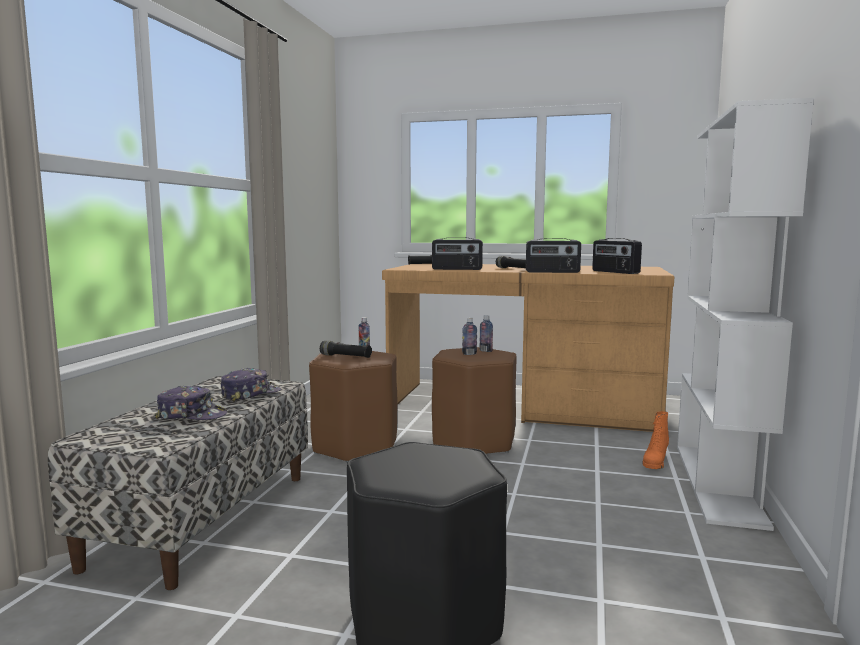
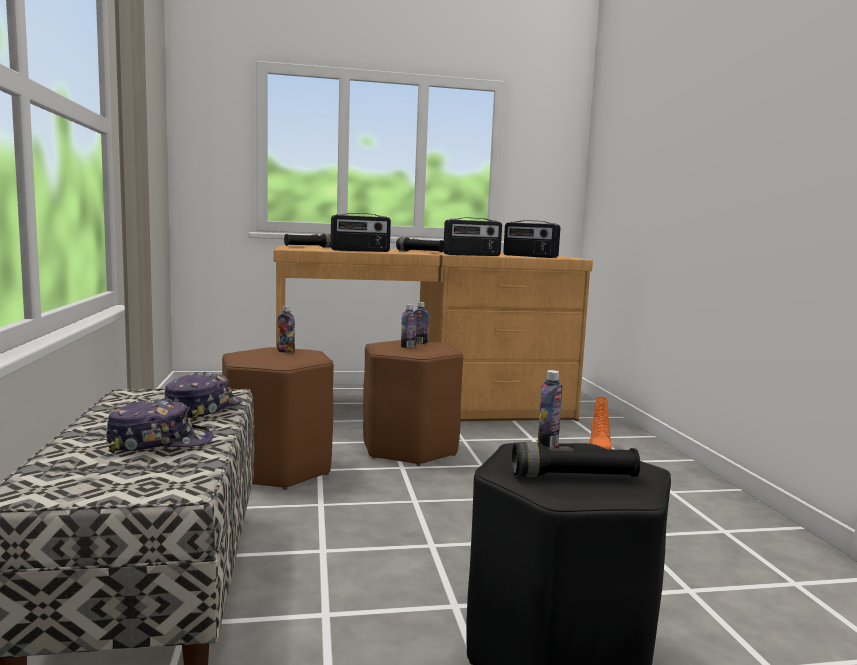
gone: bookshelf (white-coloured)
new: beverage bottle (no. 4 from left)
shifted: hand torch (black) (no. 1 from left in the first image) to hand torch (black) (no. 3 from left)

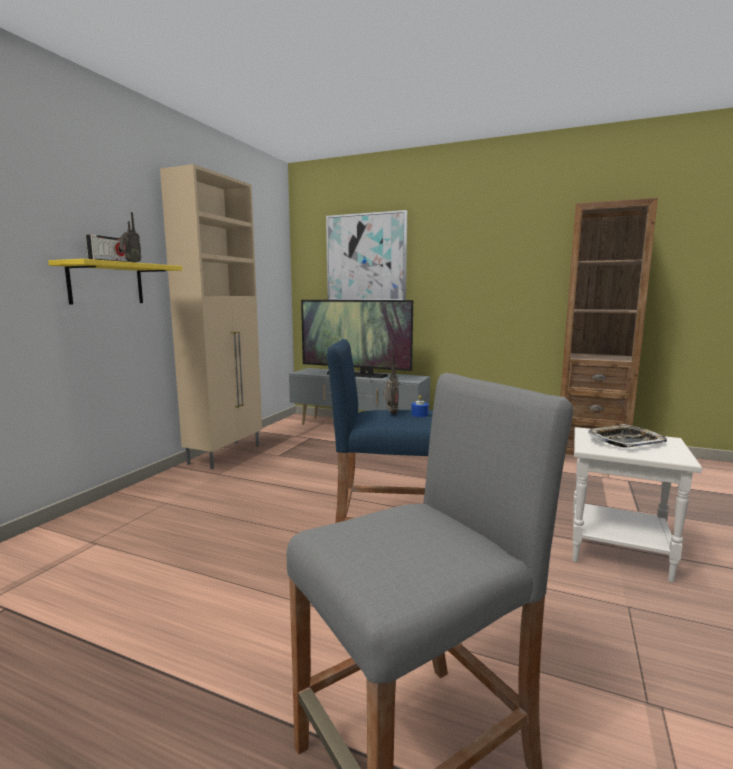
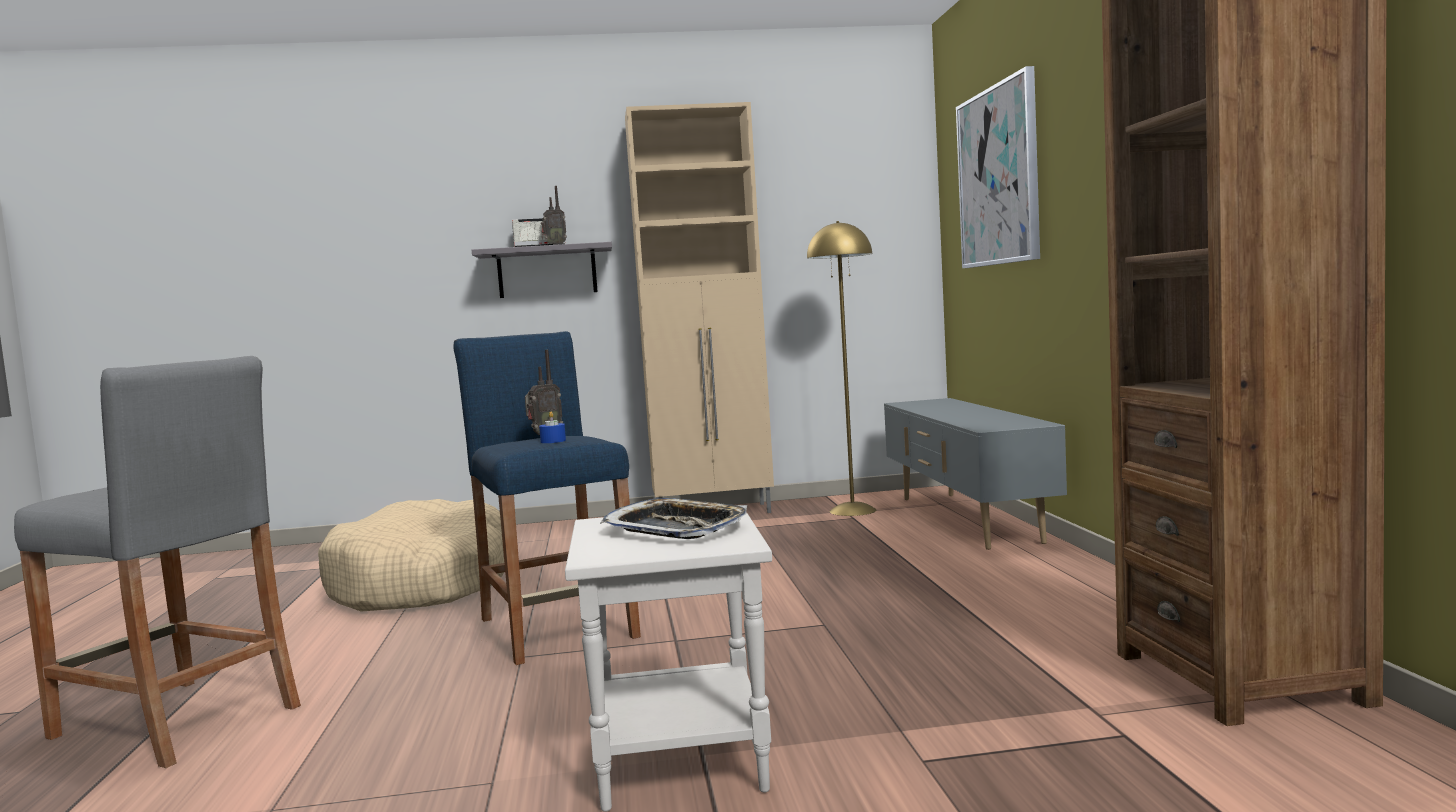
gone: TV
new: dog bed (beige-coloured); standard lamp (yellow)
repainted: bracket shelf (yellow) to bracket shelf (gray)

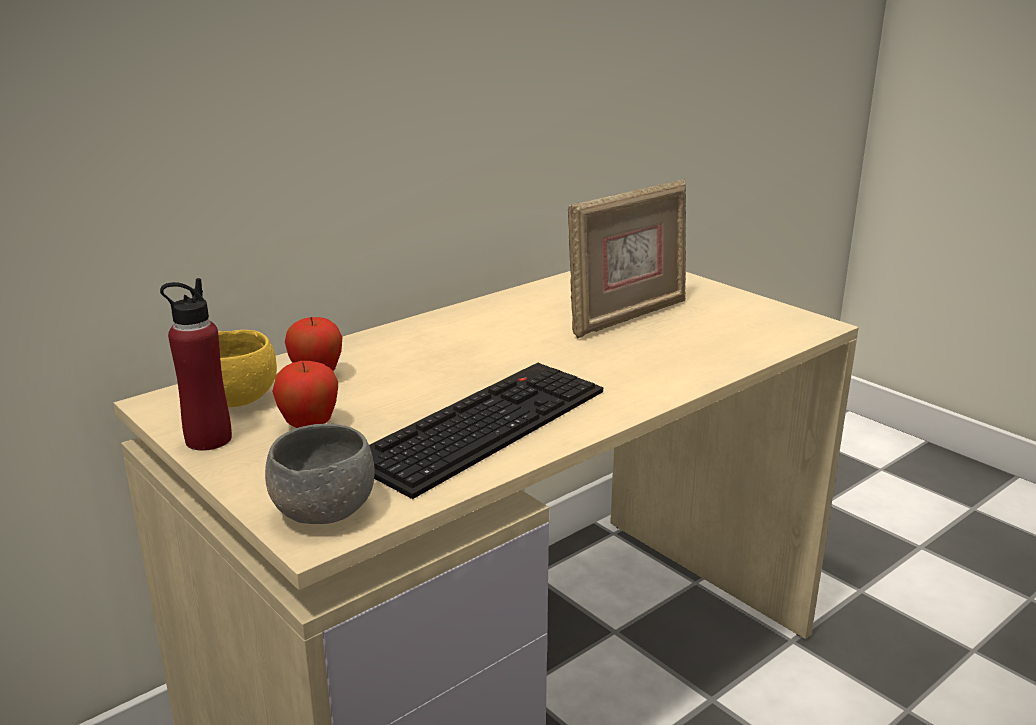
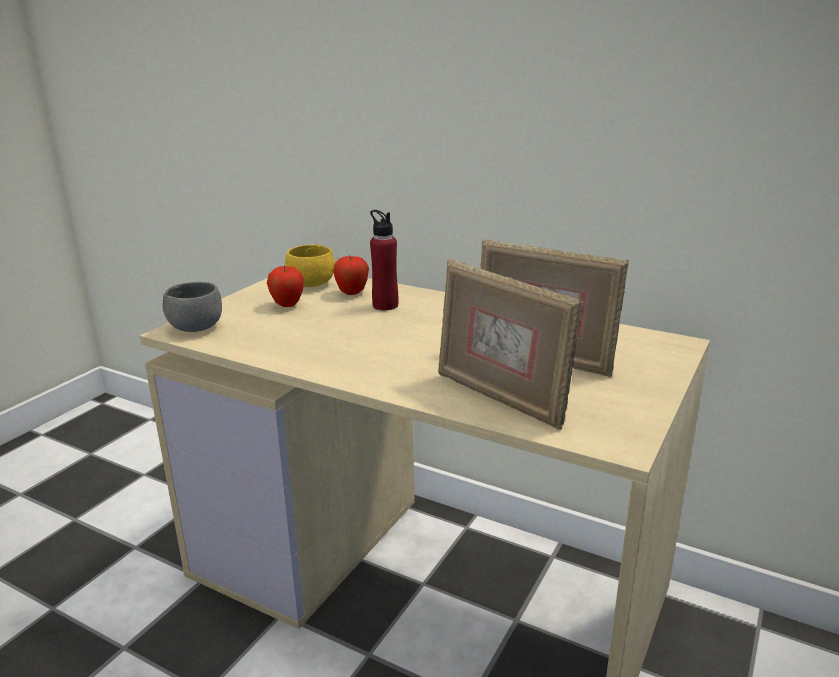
gone: PC keyboard
new: standing frame (no. 1 from left)
shifted: beverage bottle (red)

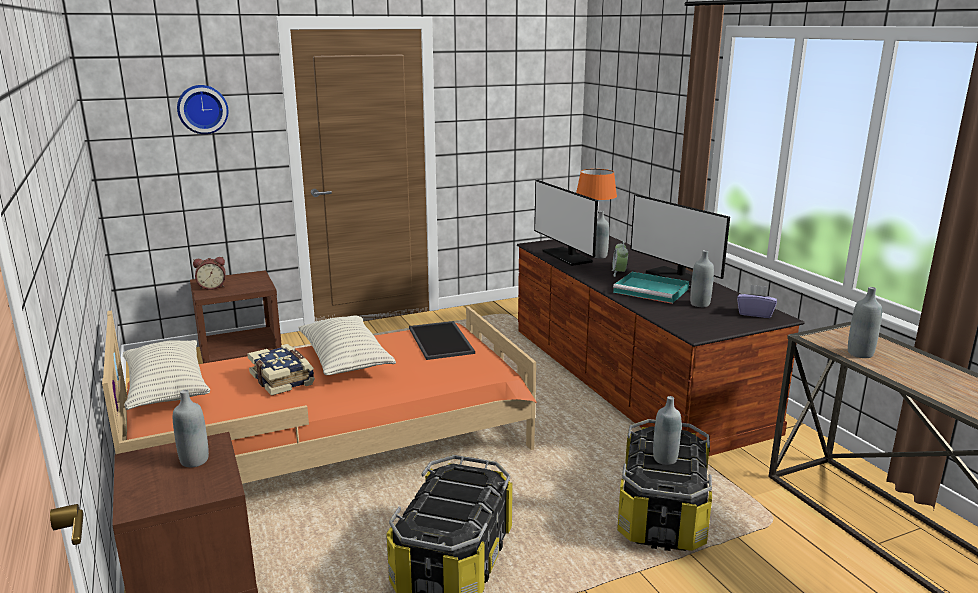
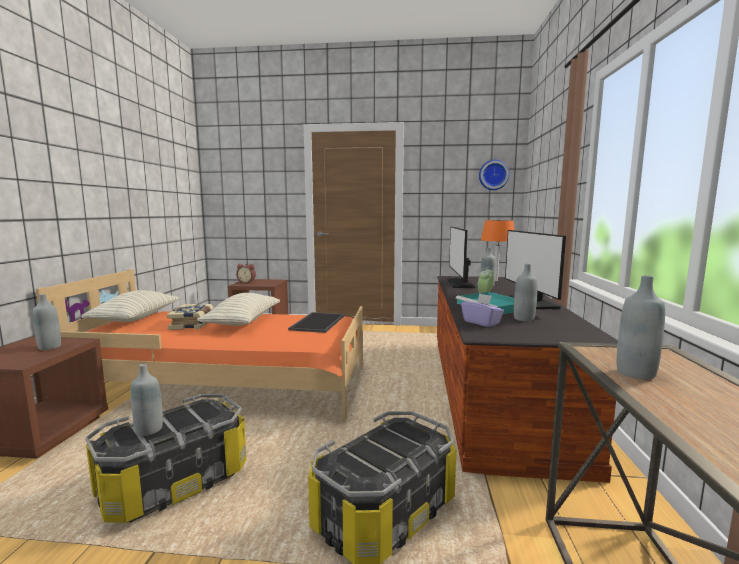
shifted: hanging clock; beverage bottle (gray) (no. 3 from left in the first image) to beverage bottle (gray) (no. 2 from left); box of tissues (purplish)

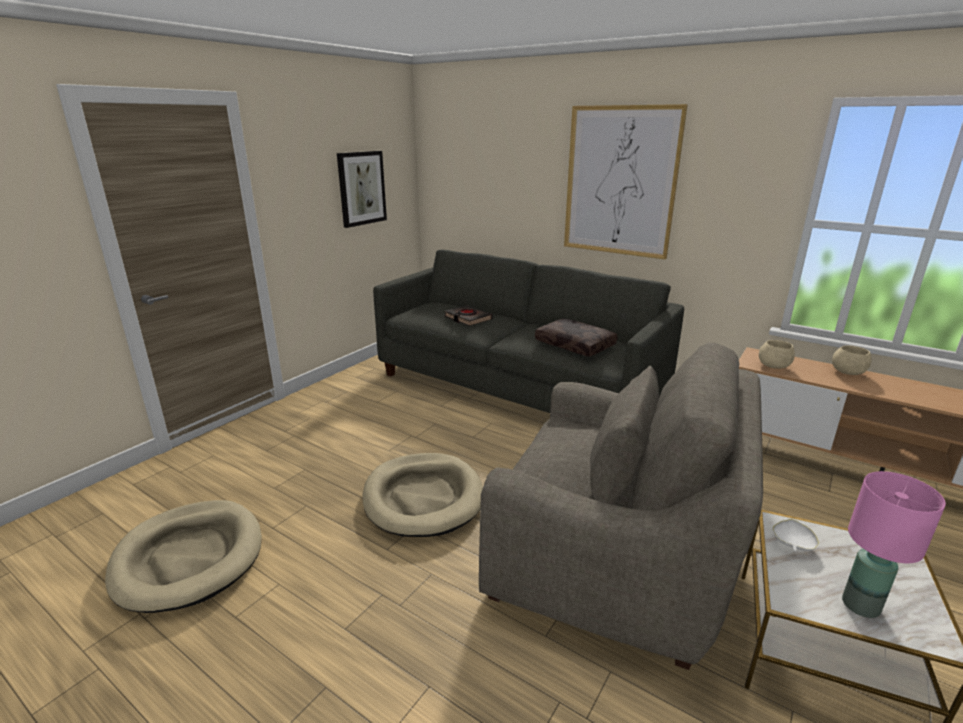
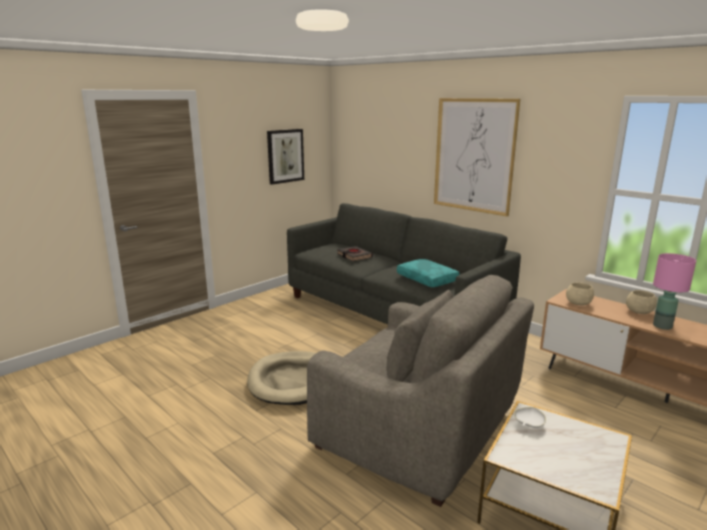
gone: dog bed (beige-coloured) (no. 1 from left)
shifted: table lamp (pink)
repainted: pillow (brown-coloured) to pillow (turquoise)

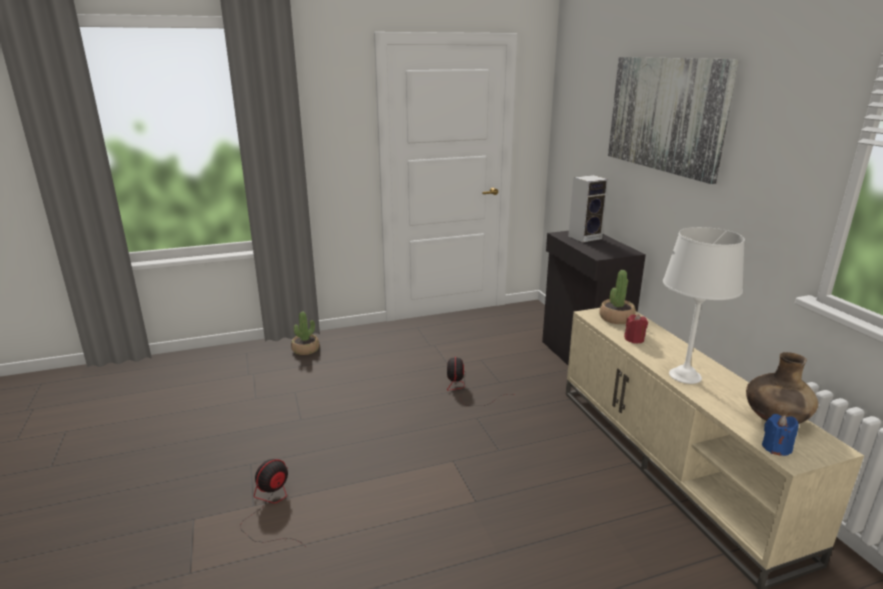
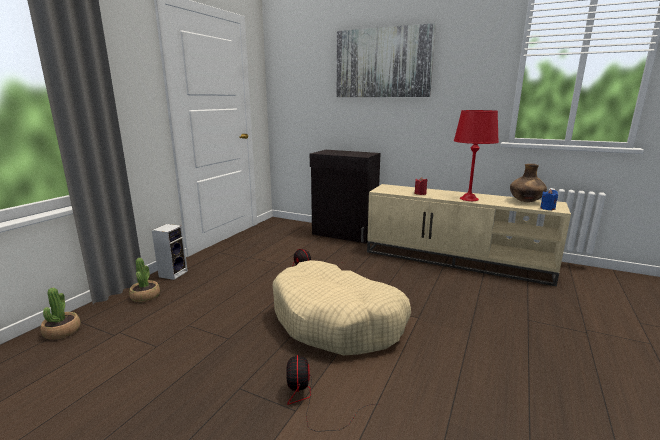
new: dog bed (beige-coloured)
shifted: audio speaker; houseplant (no. 2 from left in the first image) to houseplant (no. 1 from left)
repainted: table lamp (white-coloured) to table lamp (red)

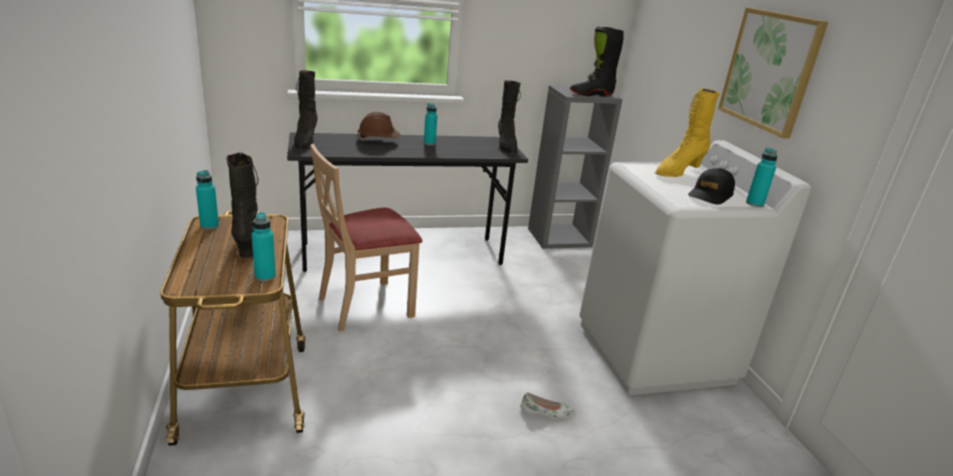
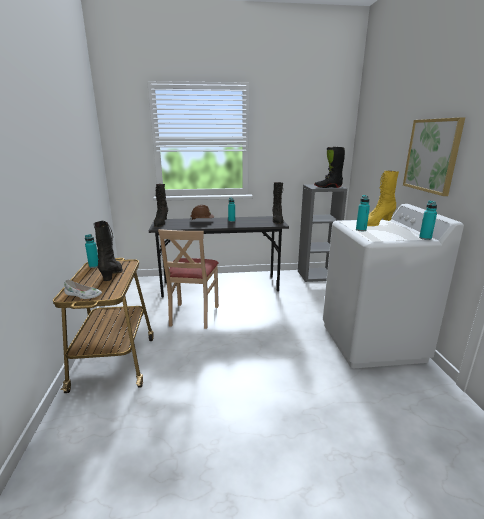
gone: peaked cap (black)
shifted: beverage bottle (turquoise) (no. 2 from left in the first image) to beverage bottle (turquoise) (no. 3 from left); item of footwear (white-coloured)
rotated: chair (beige-coloured) 60 degrees counterclockwise

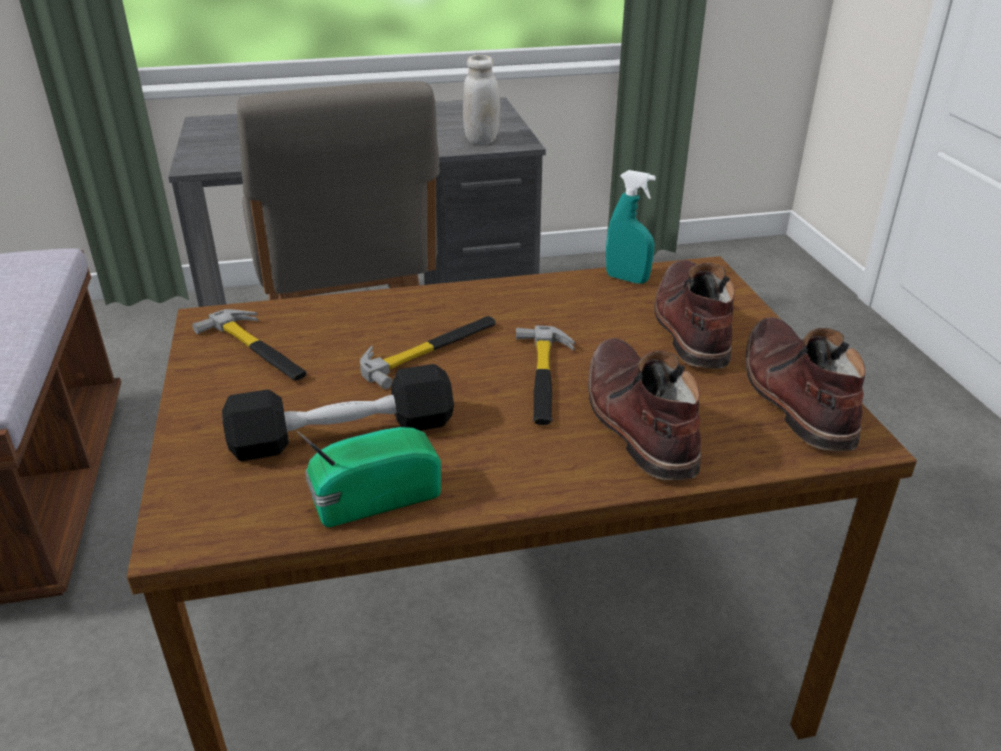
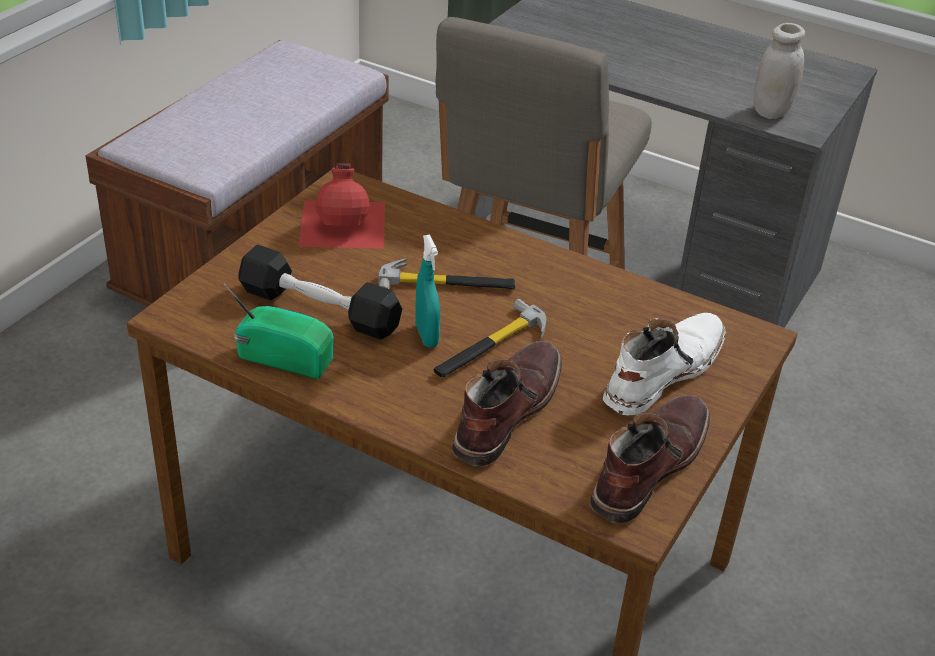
shifted: sprayer (turquoise)
swapped: hand hammer (no. 1 from left) to beverage bottle (red)
repainted: high-top boot (brown-coloured) (no. 2 from left) to high-top boot (white-coloured)

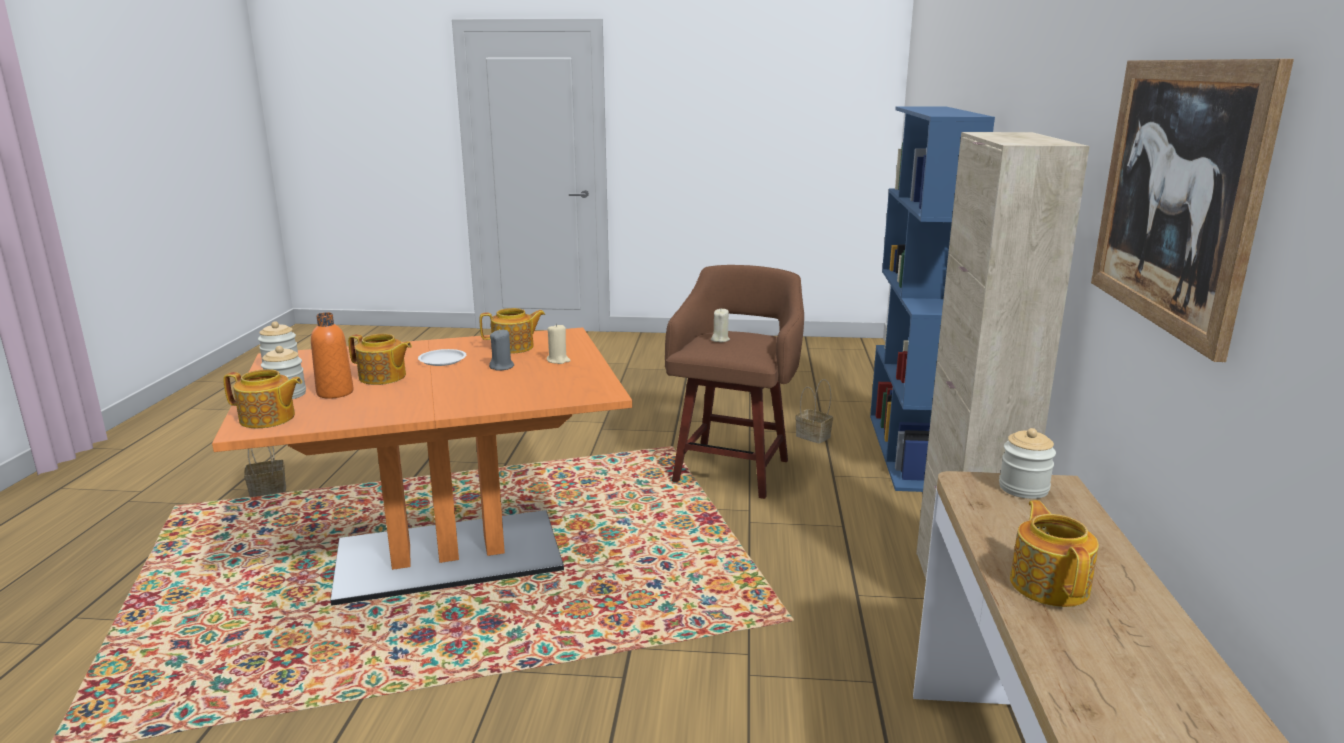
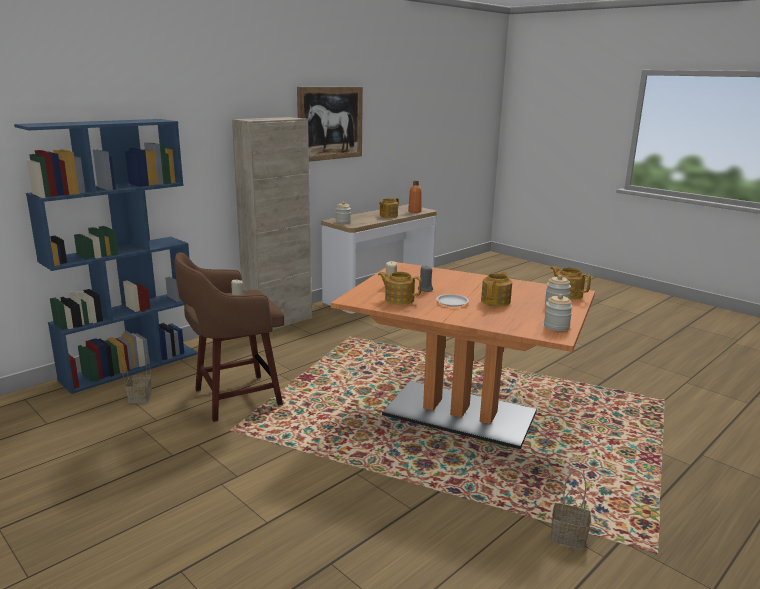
shifted: beverage bottle (orangey)
rotated: teapot (no. 2 from left in the first image) 60 degrees clockwise

